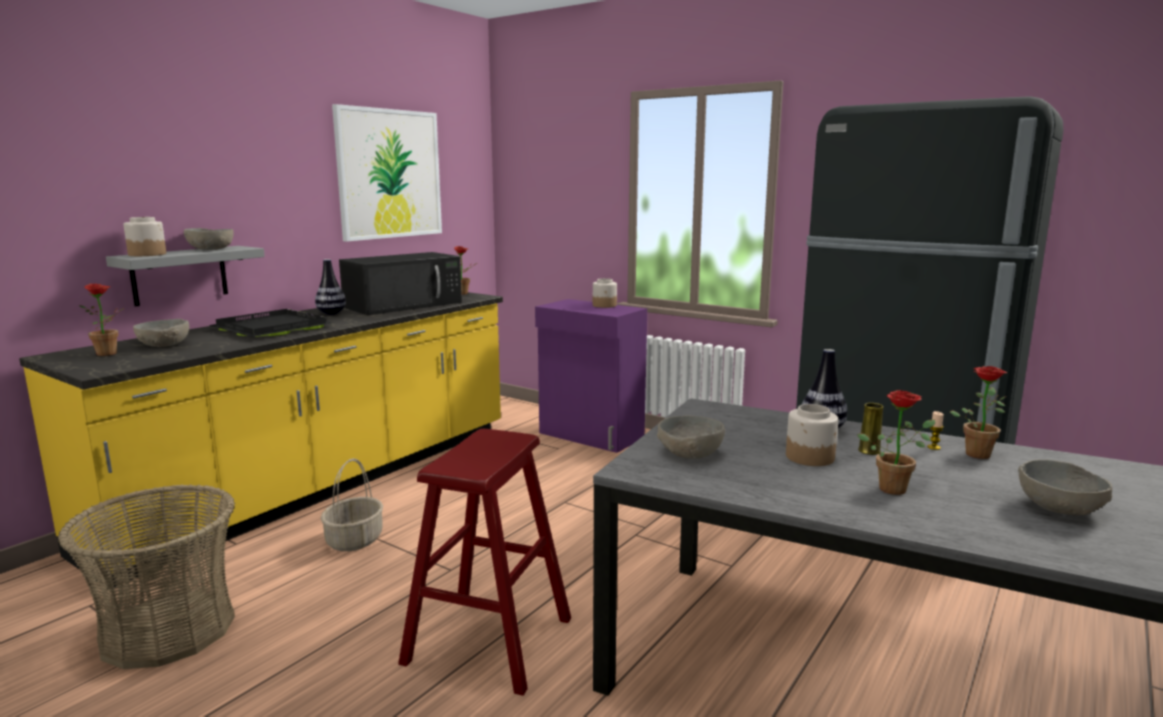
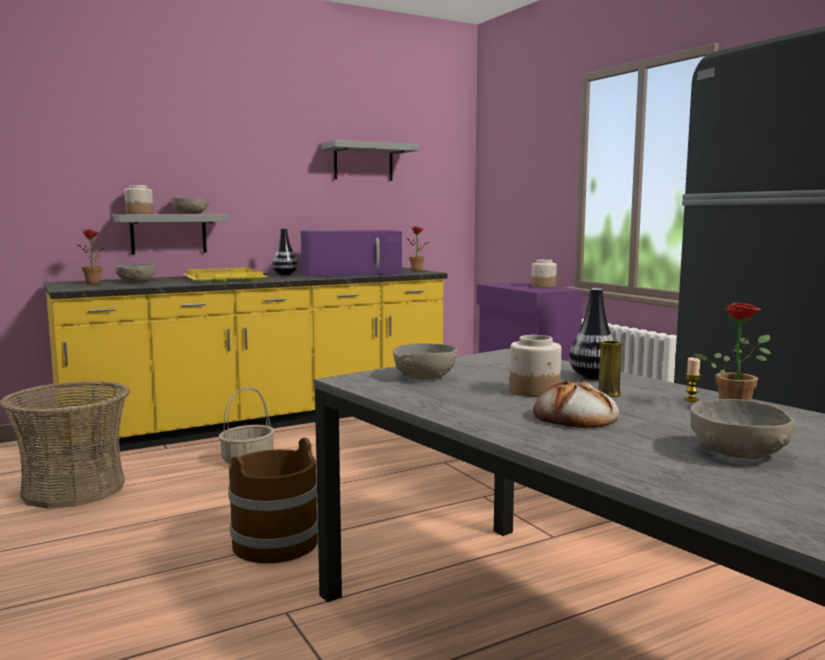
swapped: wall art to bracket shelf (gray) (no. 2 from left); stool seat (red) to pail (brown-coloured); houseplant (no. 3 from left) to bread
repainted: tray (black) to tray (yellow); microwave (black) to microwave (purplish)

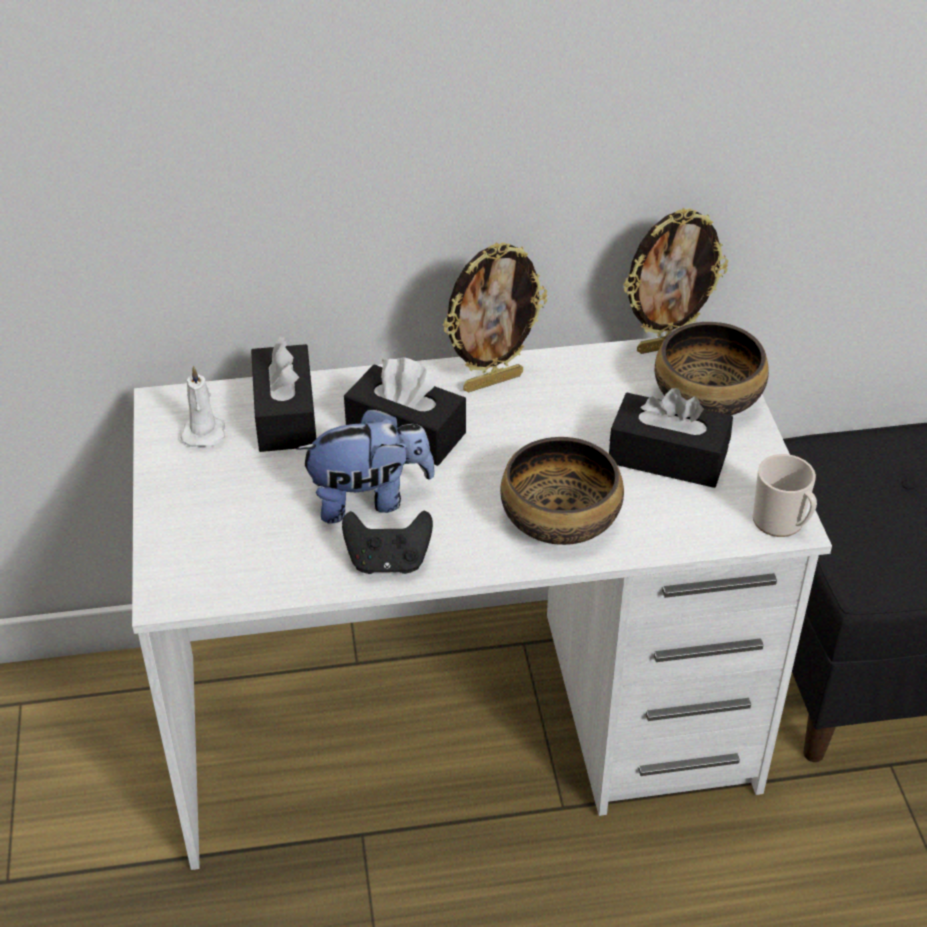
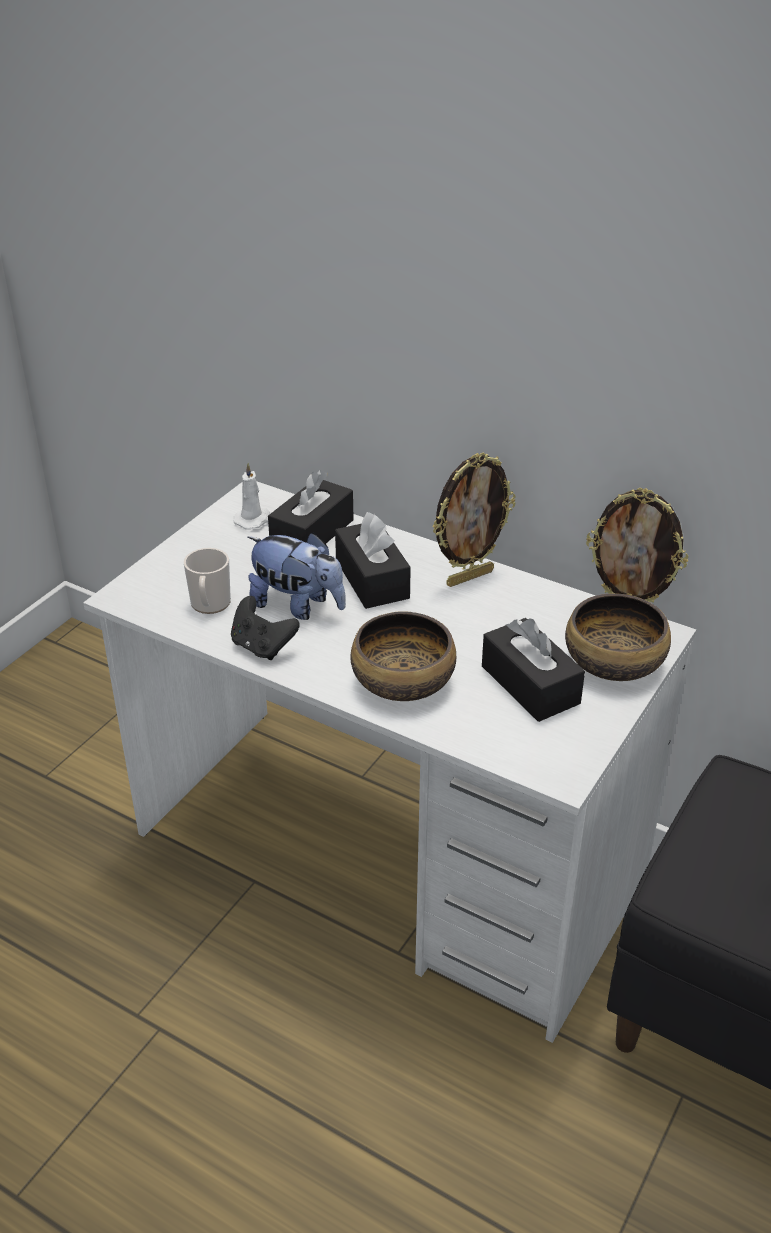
shifted: mug
rotated: standing frame (no. 1 from left) 45 degrees counterclockwise

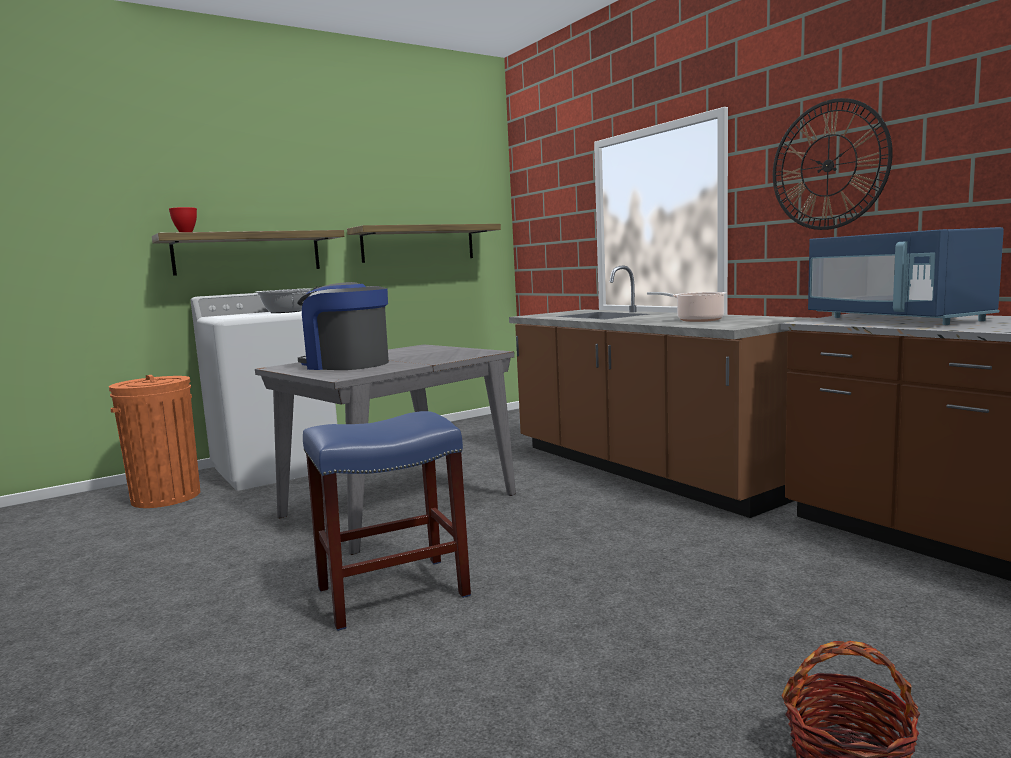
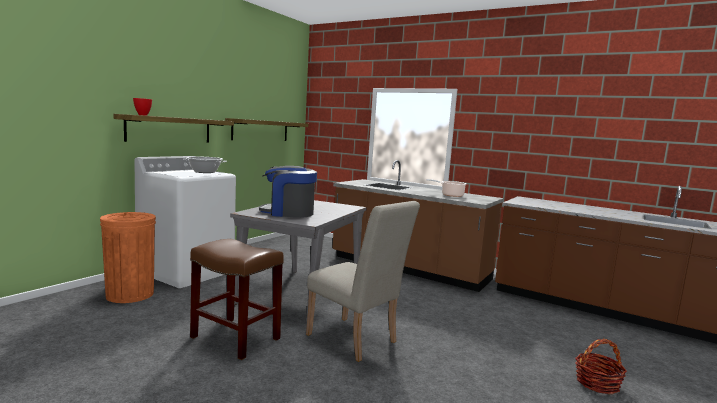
gone: hanging clock; microwave (blue)
new: stool seat (brown-coloured)
swapped: stool seat (blue) to chair (beige-coloured)

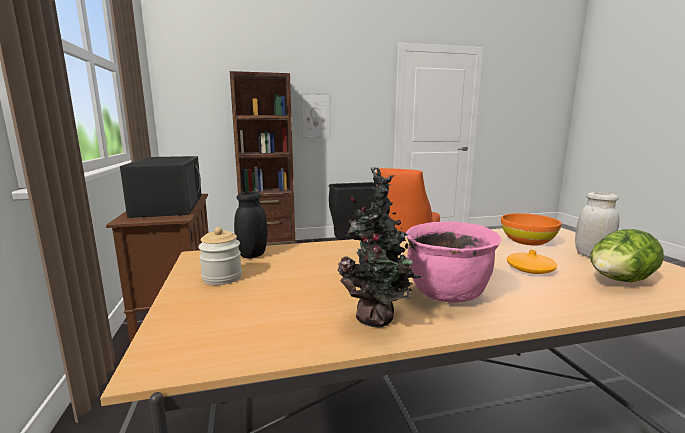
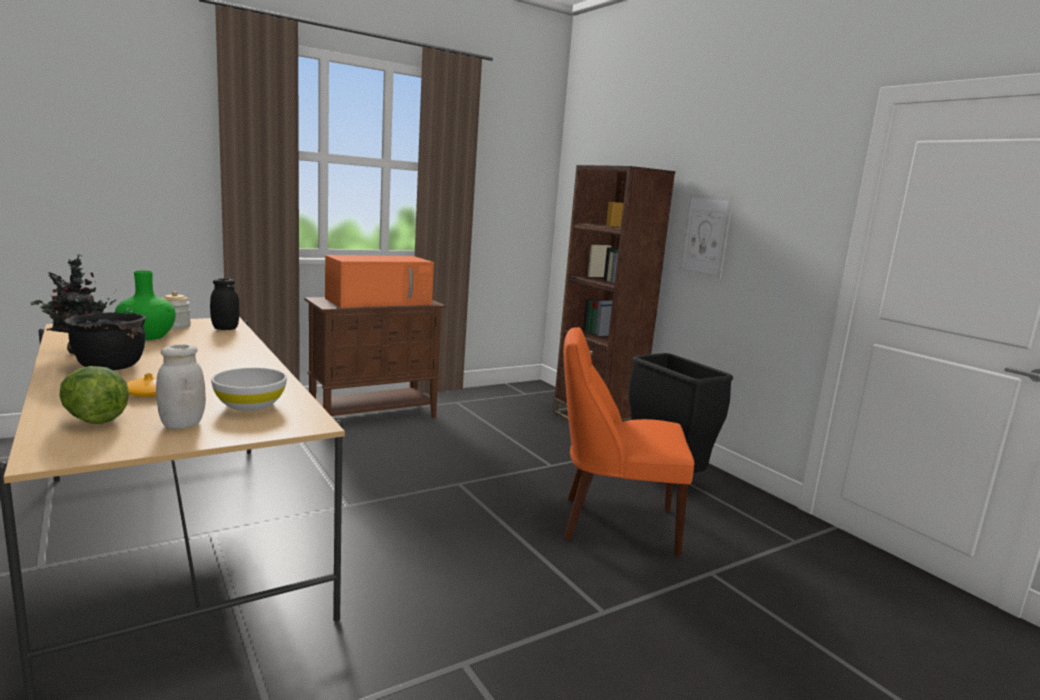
new: flower vase (green)
repainted: microwave (black) to microwave (orangey); cooking pot (pink) to cooking pot (black); serving bowl (orangey) to serving bowl (white-coloured)

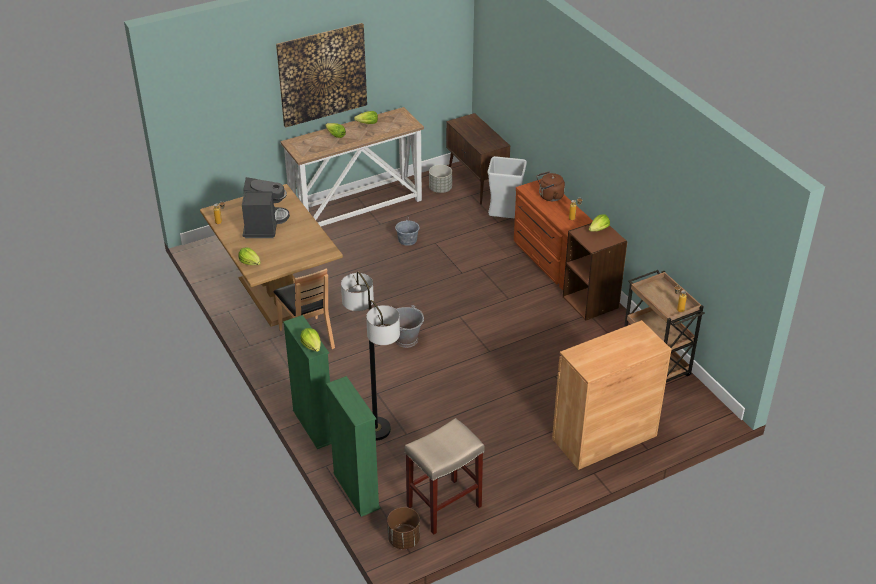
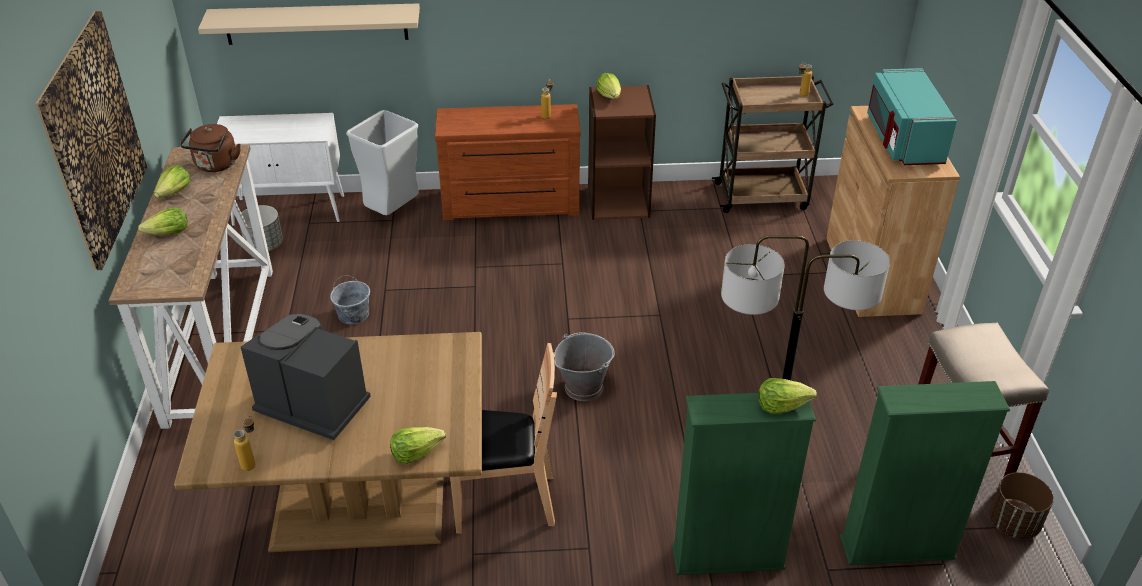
new: bracket shelf (beige-coloured); microwave (turquoise)
shifted: tea kettle (brown-coloured)
repainted: cabinet (brown-coloured) (no. 1 from left) to cabinet (white-coloured)

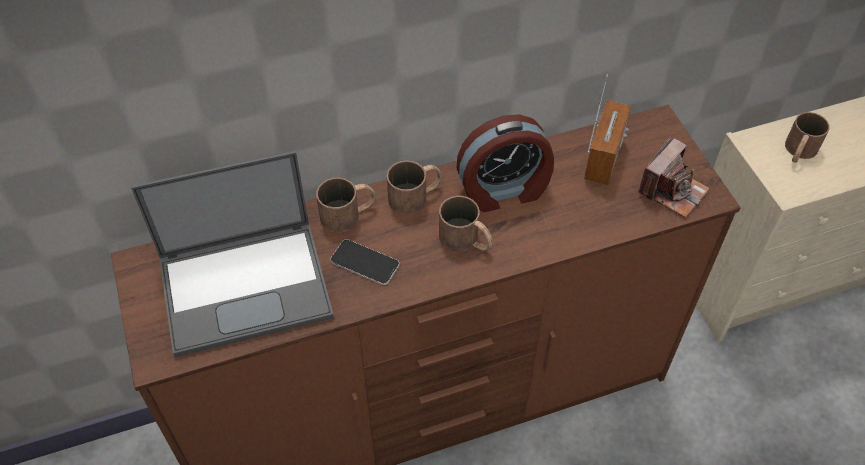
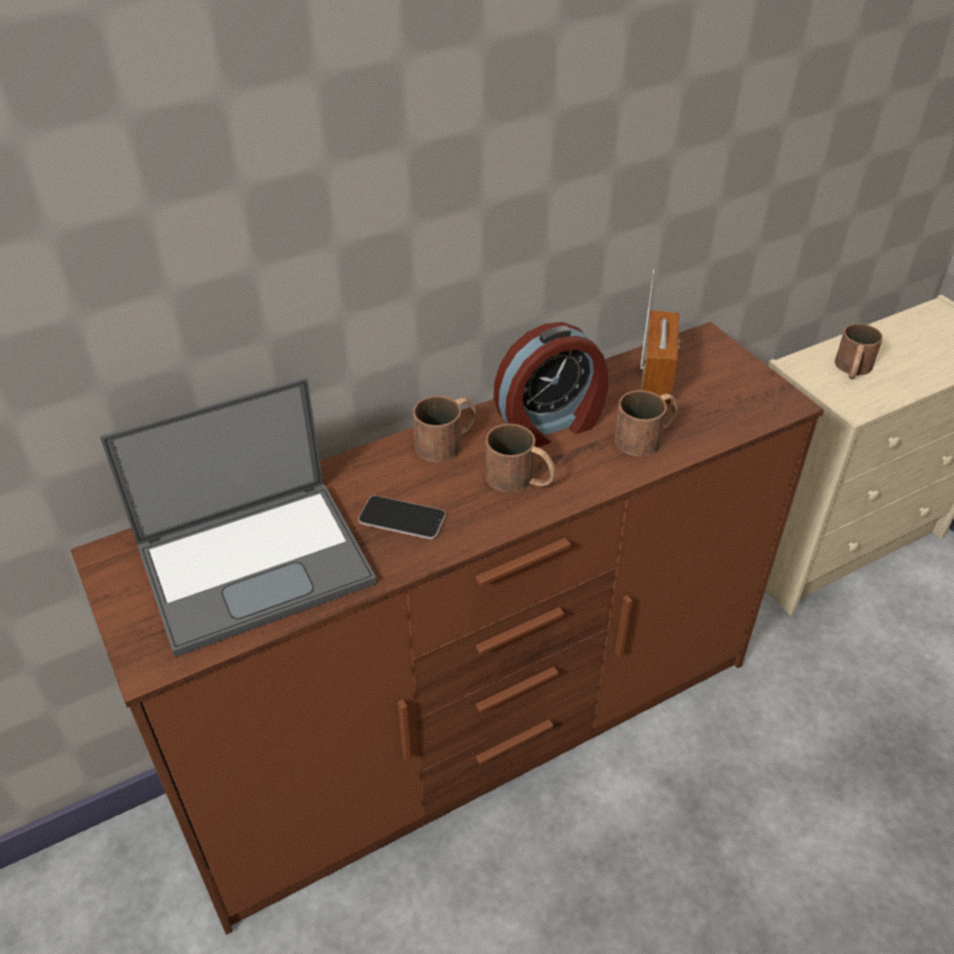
gone: photo camera
shifted: mug (brown-coloured) (no. 1 from left in the first image) to mug (brown-coloured) (no. 3 from left)

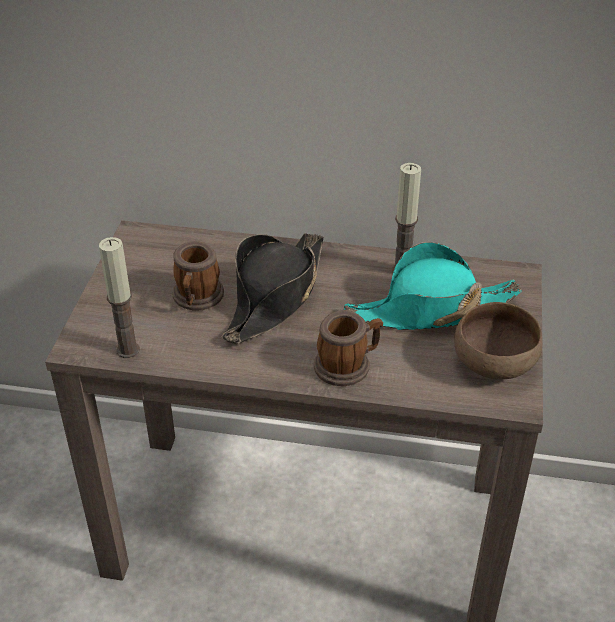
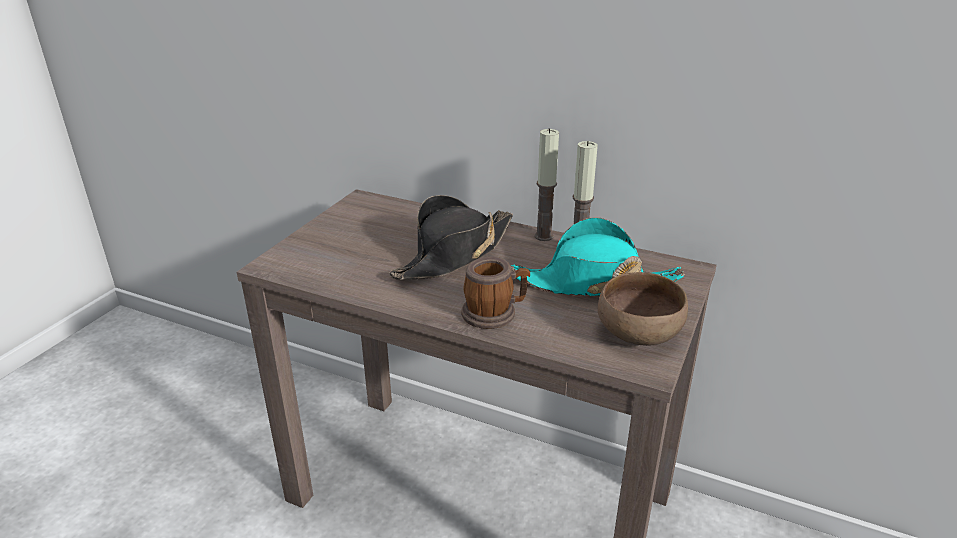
gone: mug (no. 1 from left)
shifted: wax light (no. 1 from left)

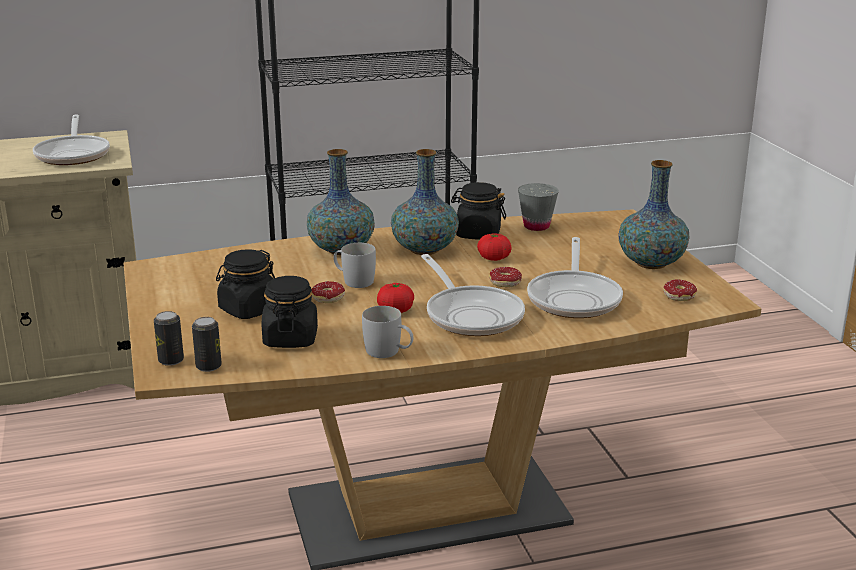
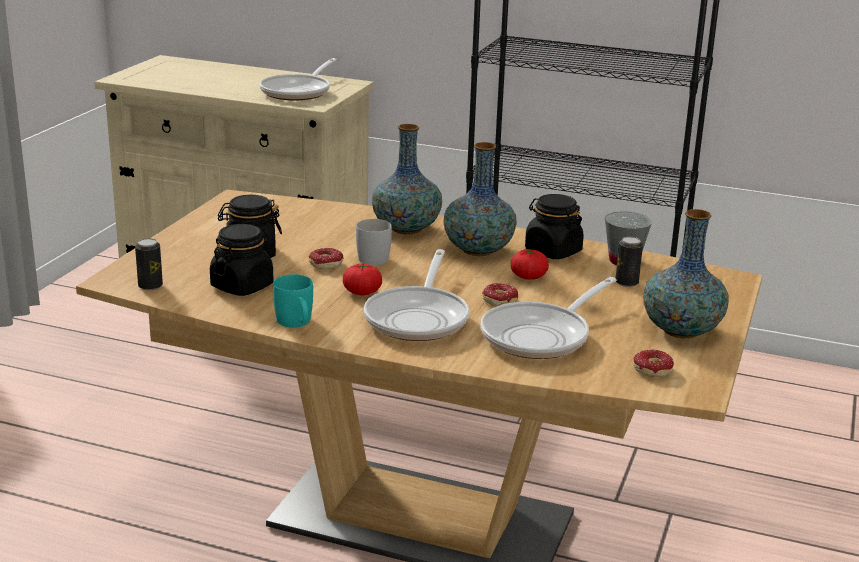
shifted: metal can (no. 1 from left in the first image) to metal can (no. 2 from left)
repainted: mug (white-coloured) (no. 2 from left) to mug (turquoise)

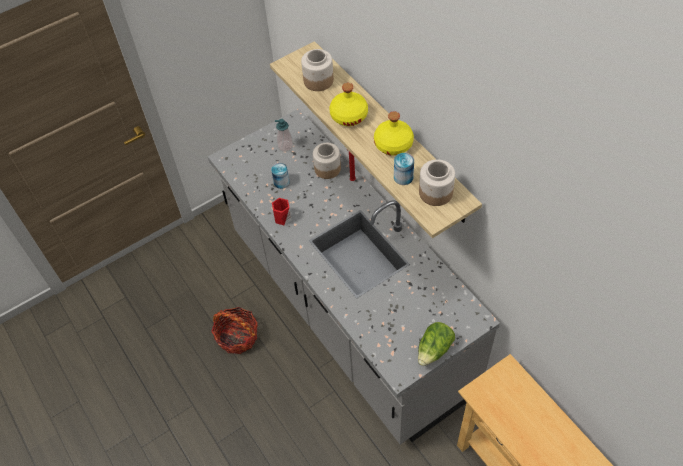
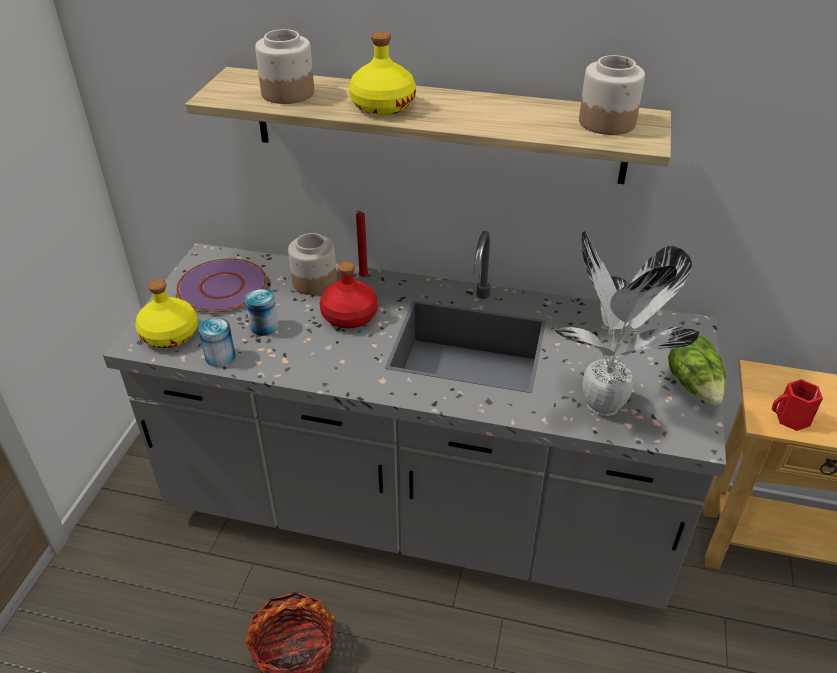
new: beverage bottle (red); houseplant
shifted: mug (red); beverage bottle (yellow) (no. 2 from left in the first image) to beverage bottle (yellow) (no. 1 from left); metal can (no. 2 from left in the first image) to metal can (no. 1 from left)
swapped: soap dispenser to dinner plate (purplish)

